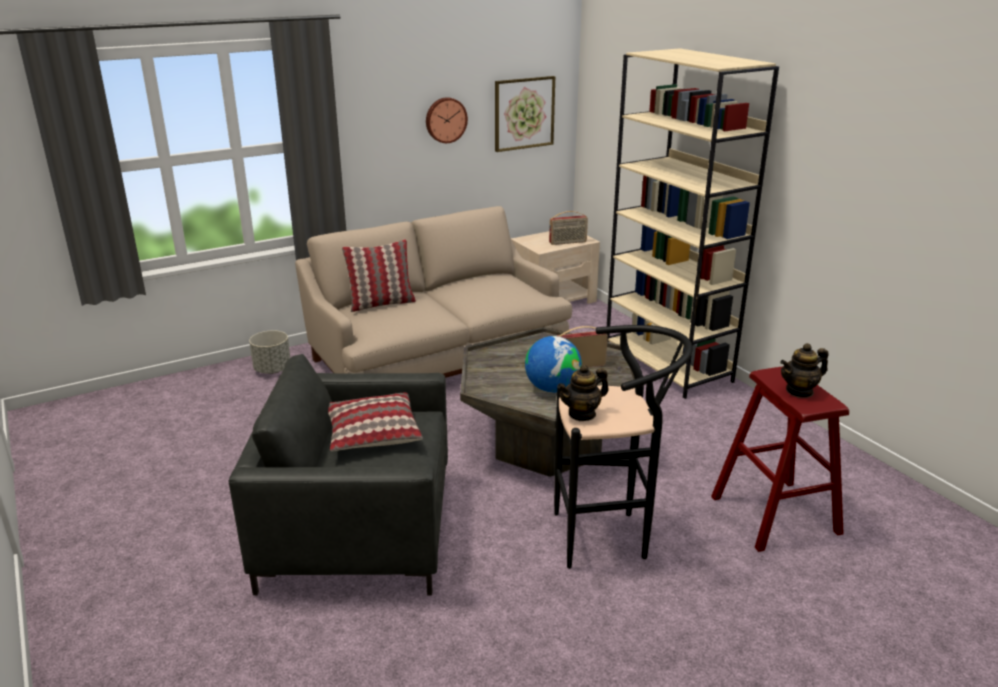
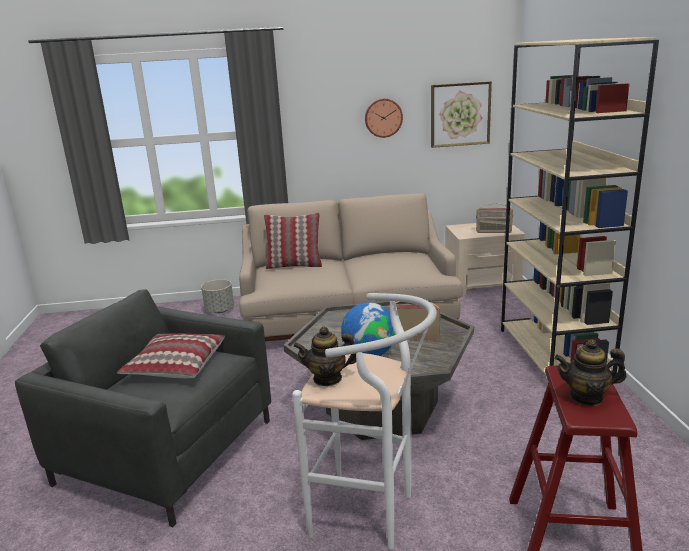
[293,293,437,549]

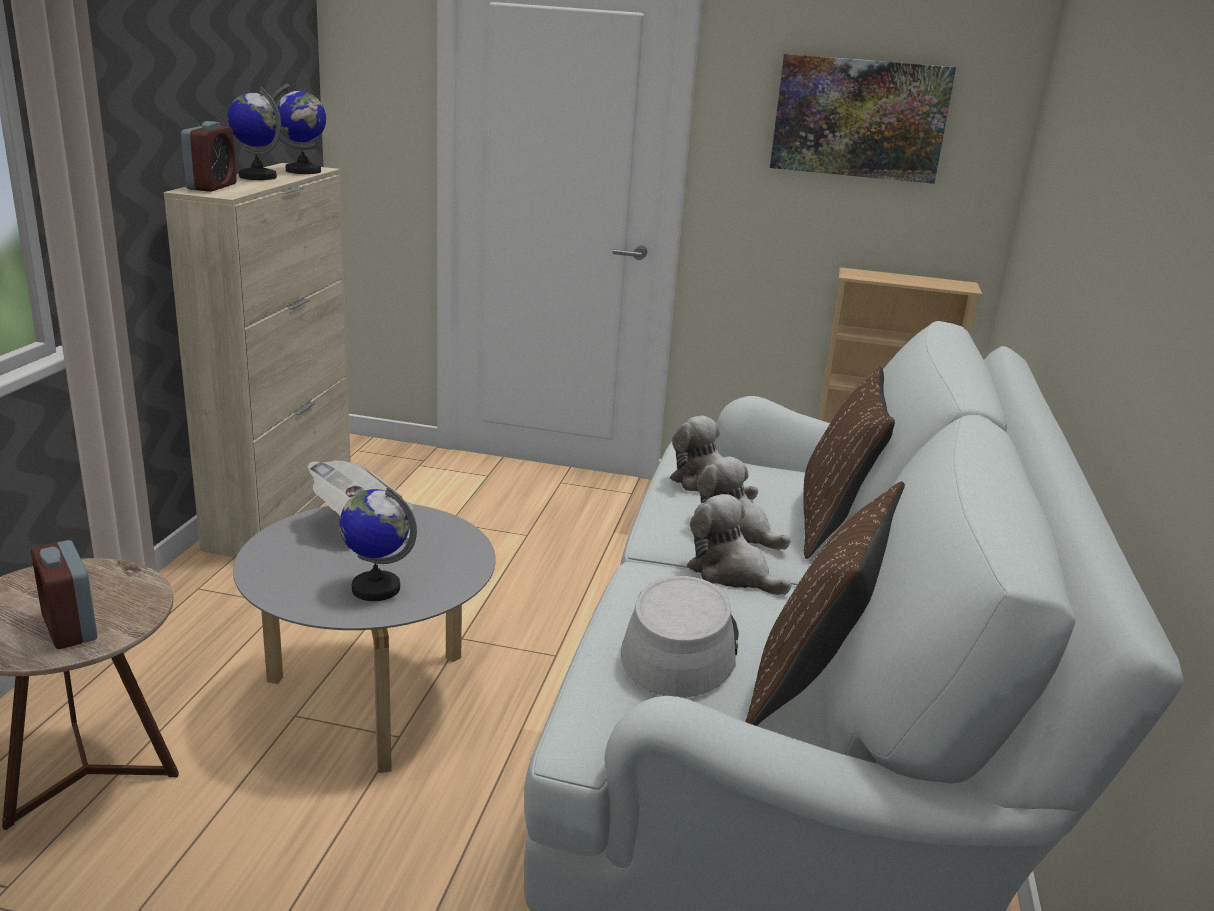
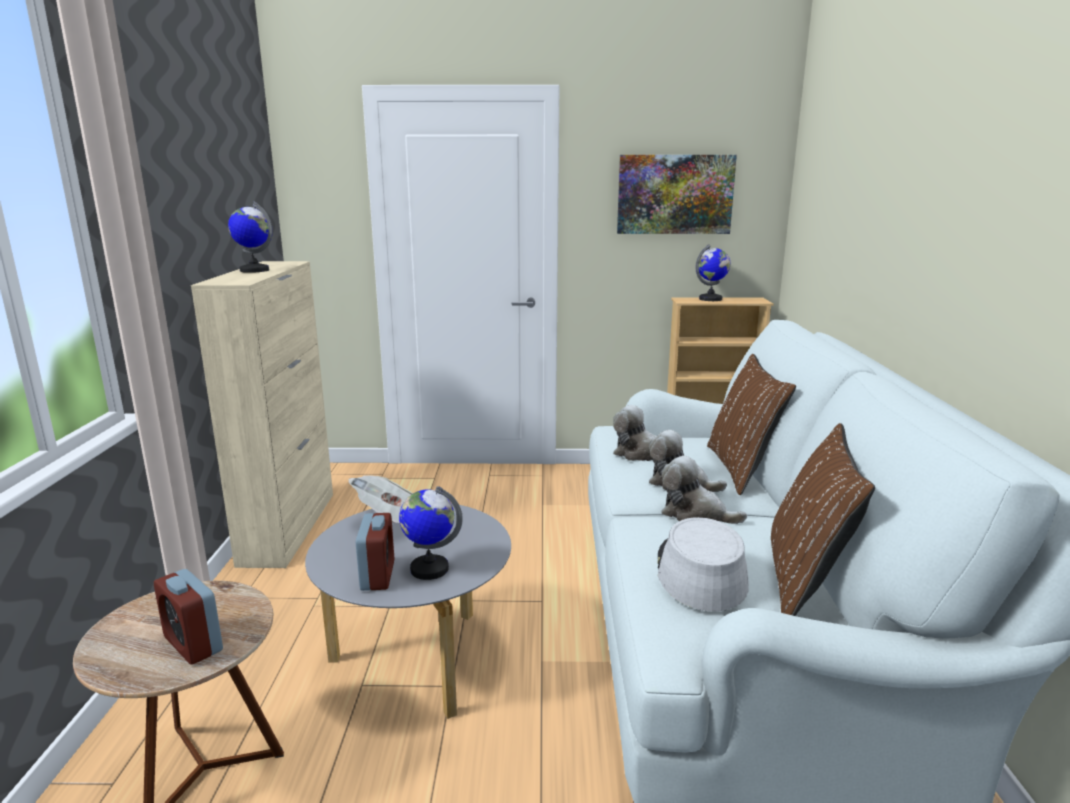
[356,513,394,591]
[696,244,730,301]

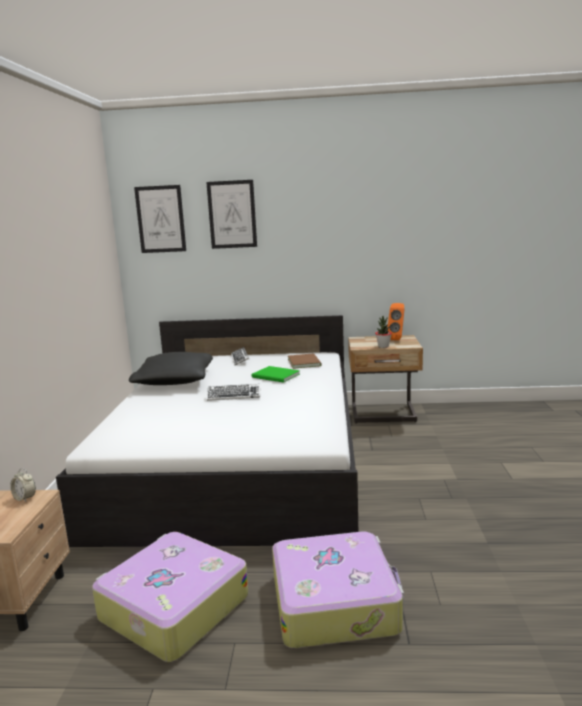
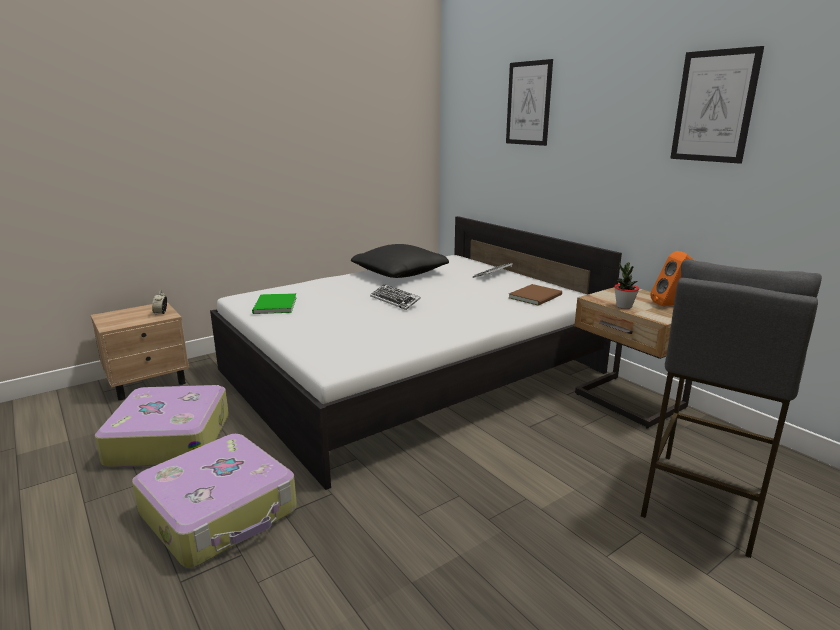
[641,259,822,558]
[670,46,764,164]
[252,293,297,314]

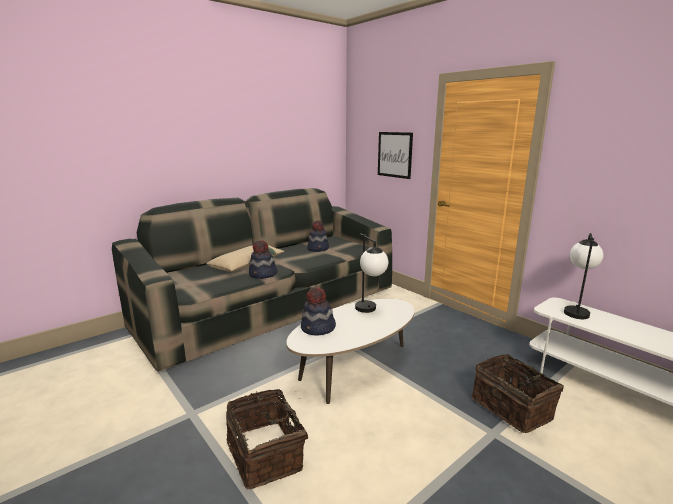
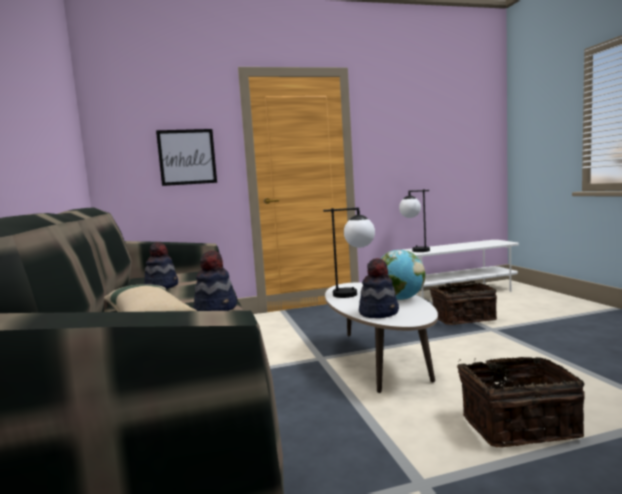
[380,250,425,300]

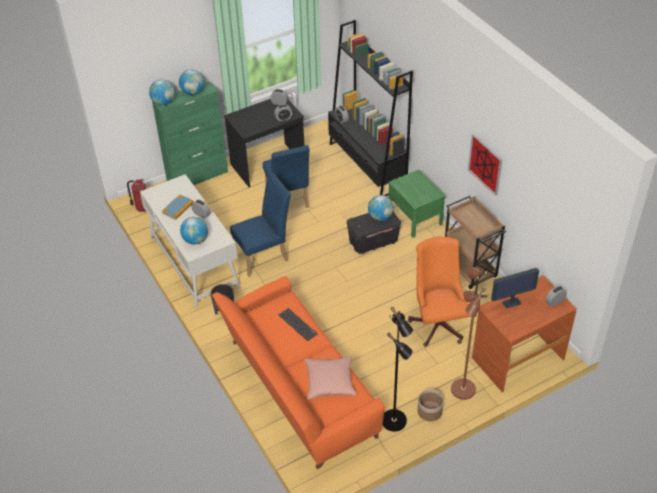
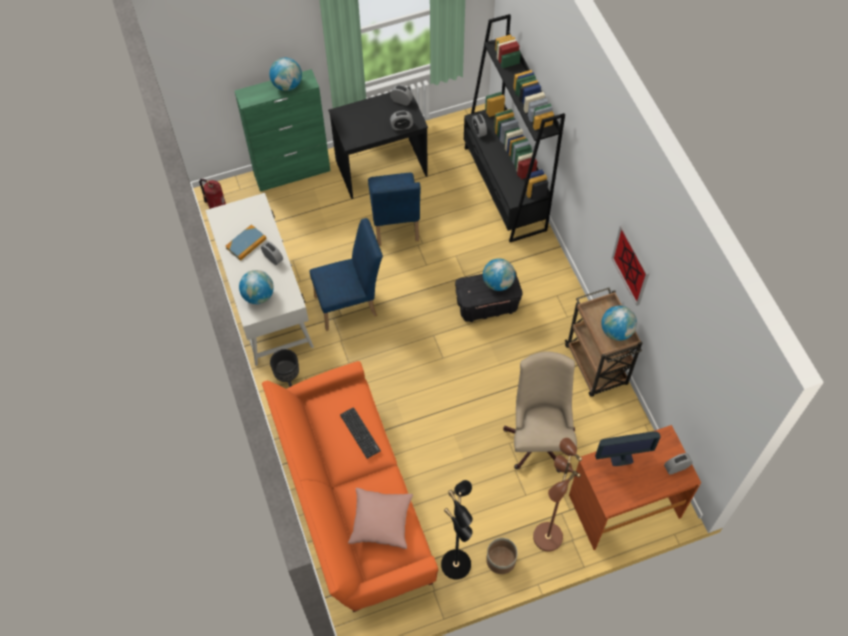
[389,170,445,238] (first image)
[601,306,637,341]
[503,351,577,472]

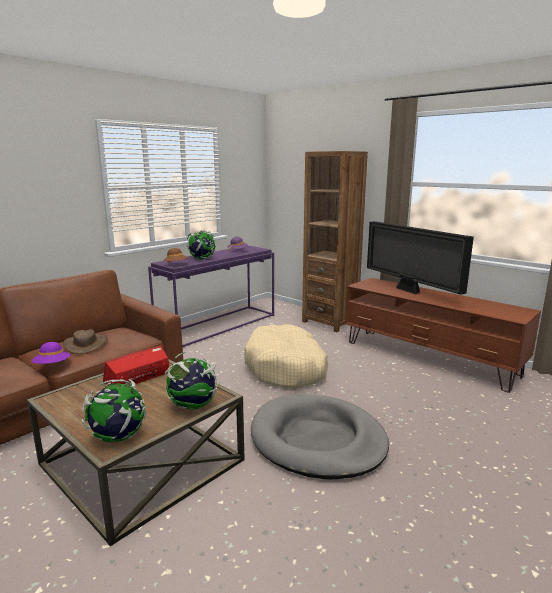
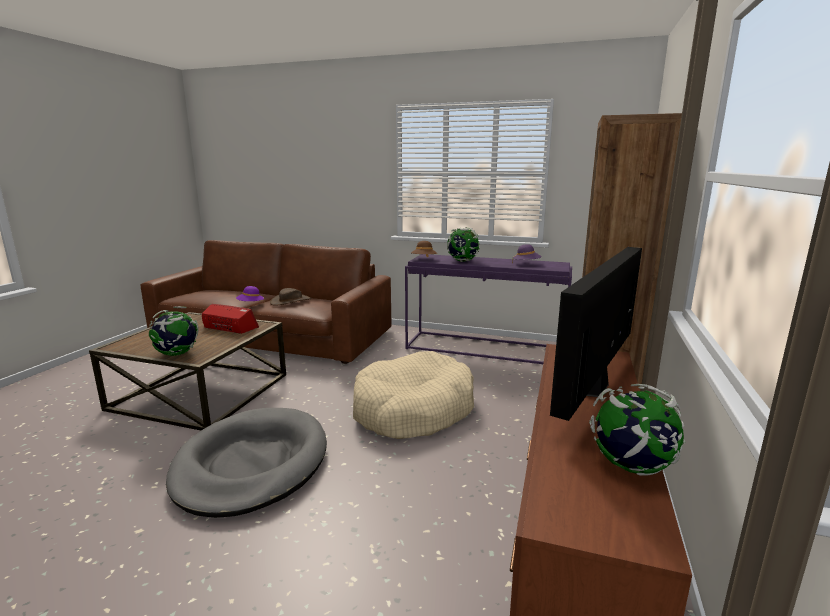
[589,384,685,475]

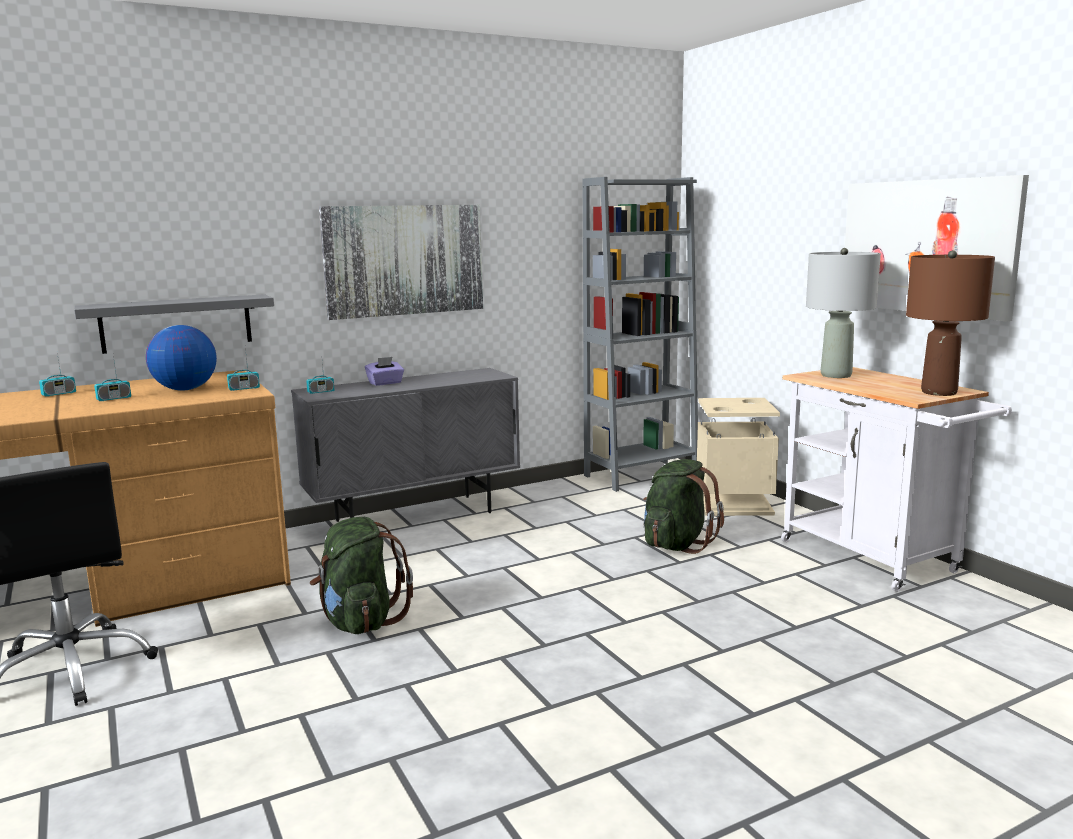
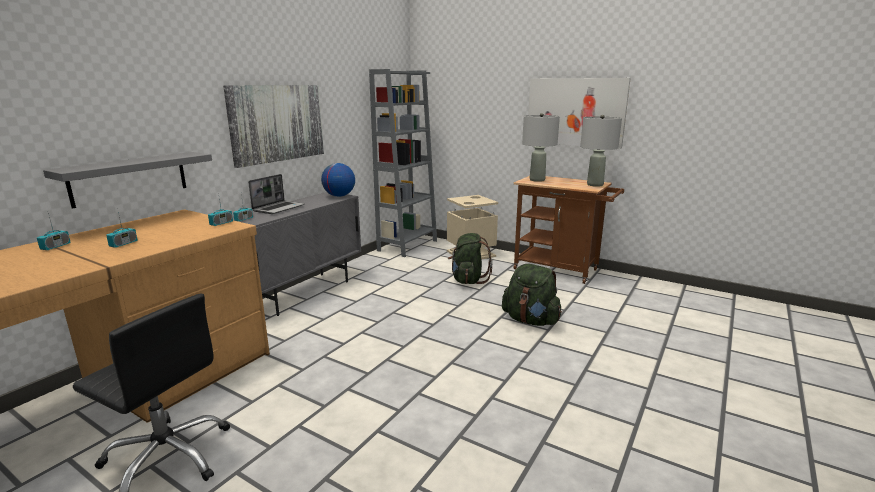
[321,163,355,197]
[502,264,562,326]
[248,174,305,214]
[513,176,624,284]
[580,115,622,187]

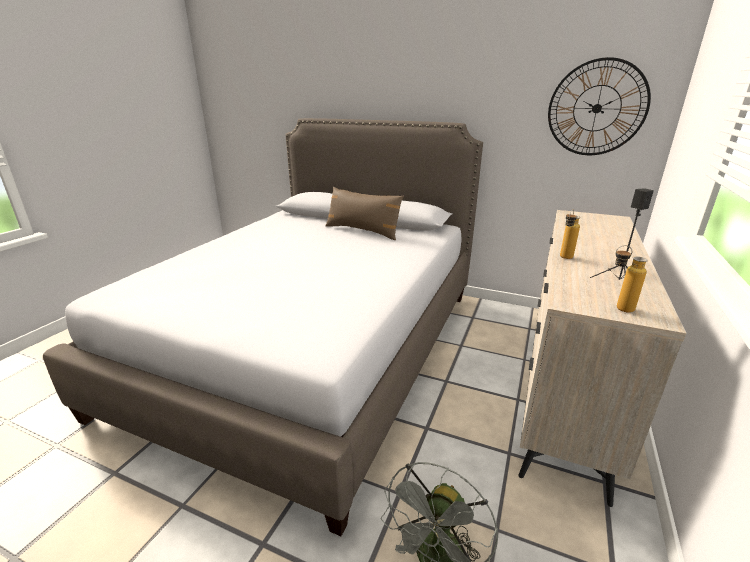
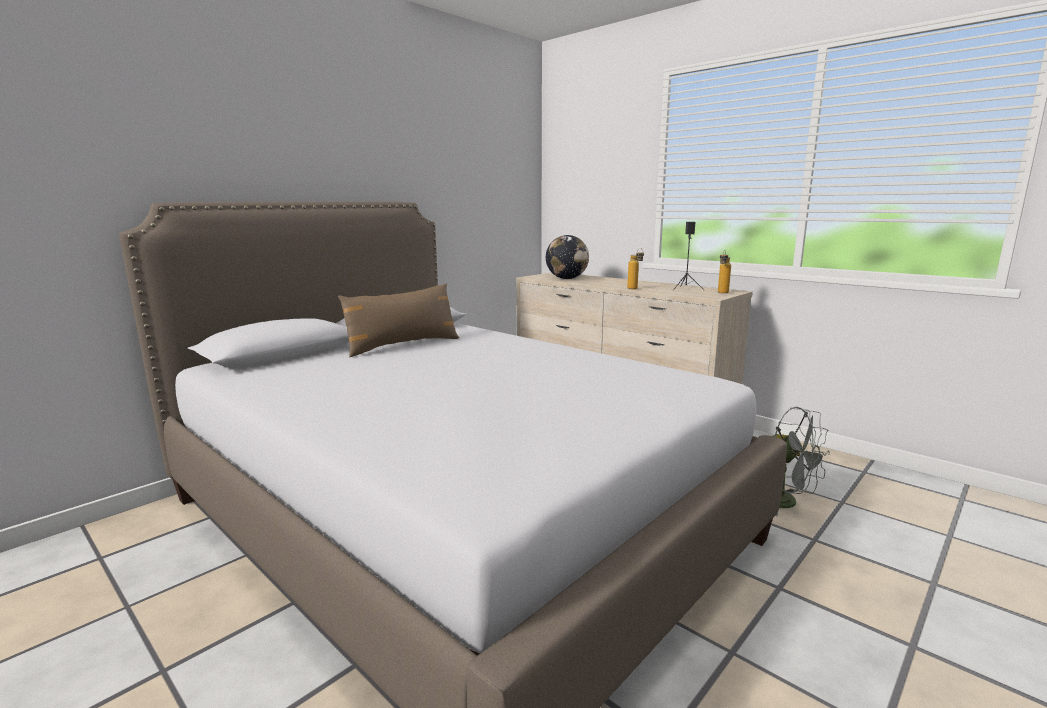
[548,57,651,155] (first image)
[546,235,589,279]

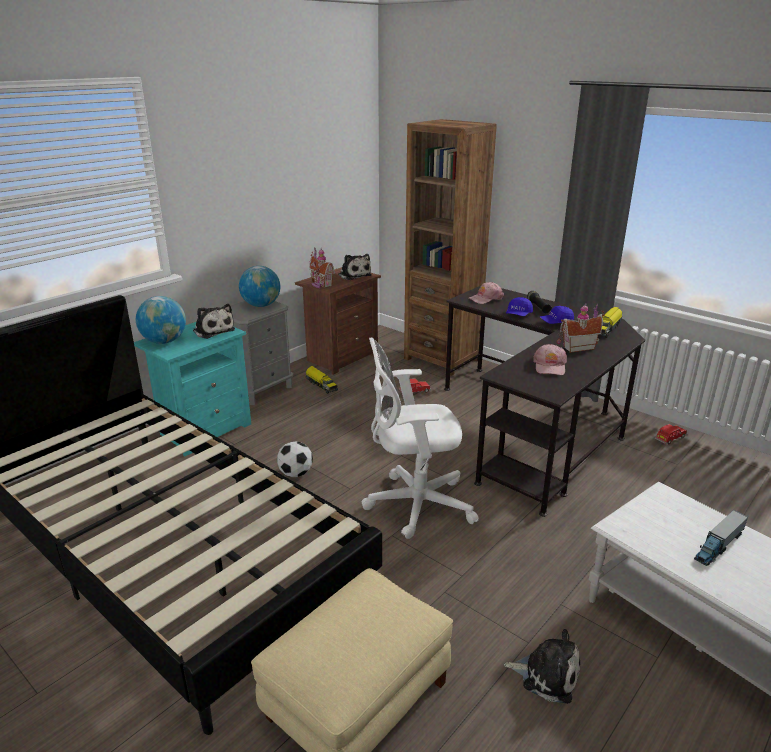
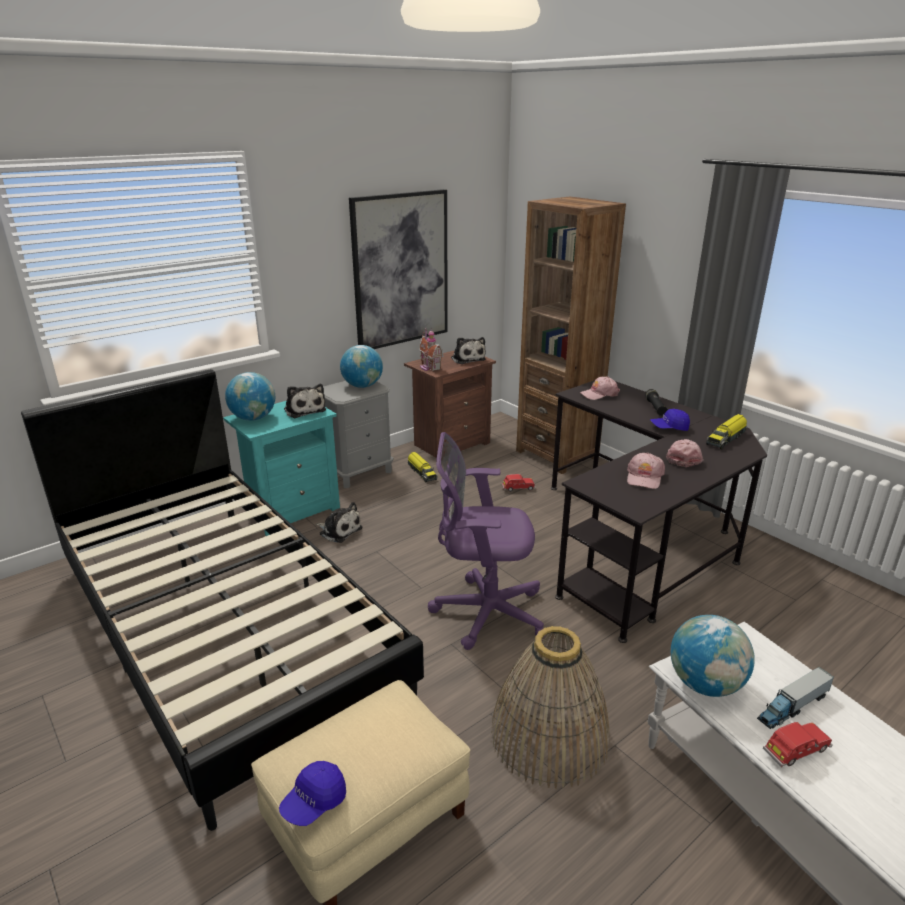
[277,441,313,477] (first image)
[349,189,448,349]
[491,626,609,789]
[670,615,755,697]
[316,502,362,543]
[279,761,346,826]
[763,722,833,767]
[666,439,703,467]
[428,432,547,650]

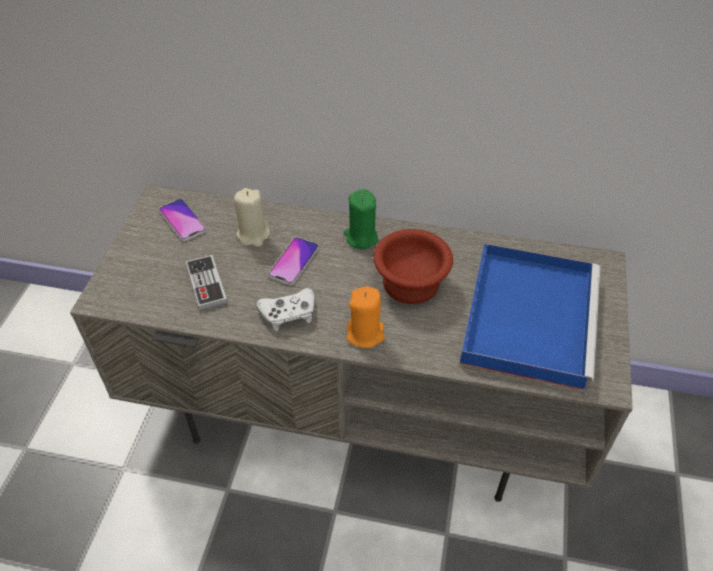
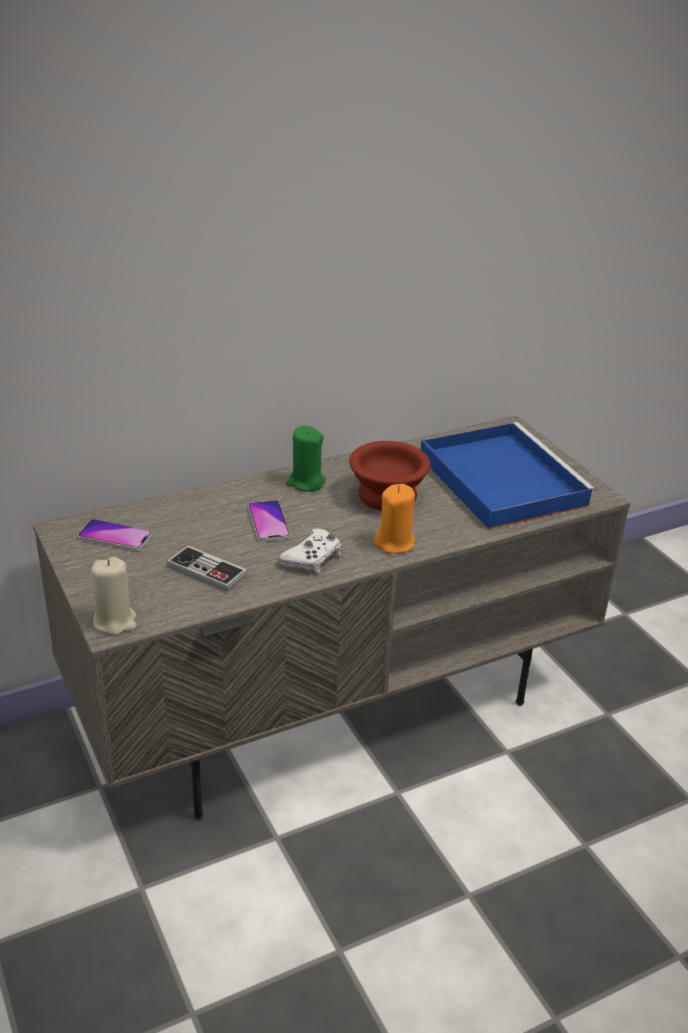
[91,557,137,636]

